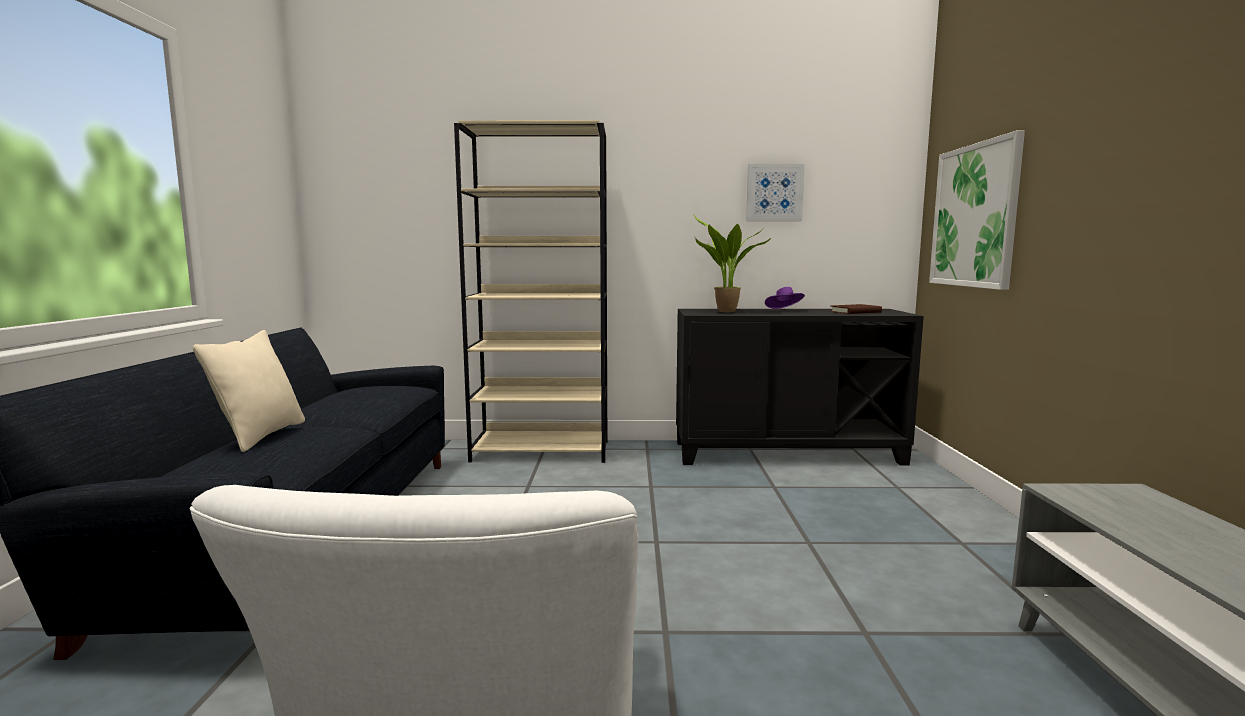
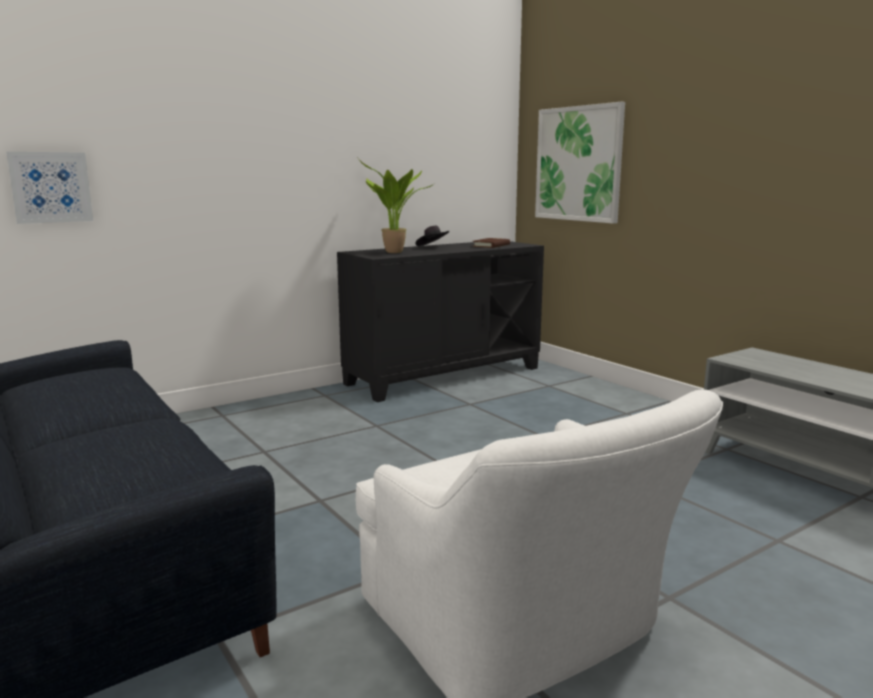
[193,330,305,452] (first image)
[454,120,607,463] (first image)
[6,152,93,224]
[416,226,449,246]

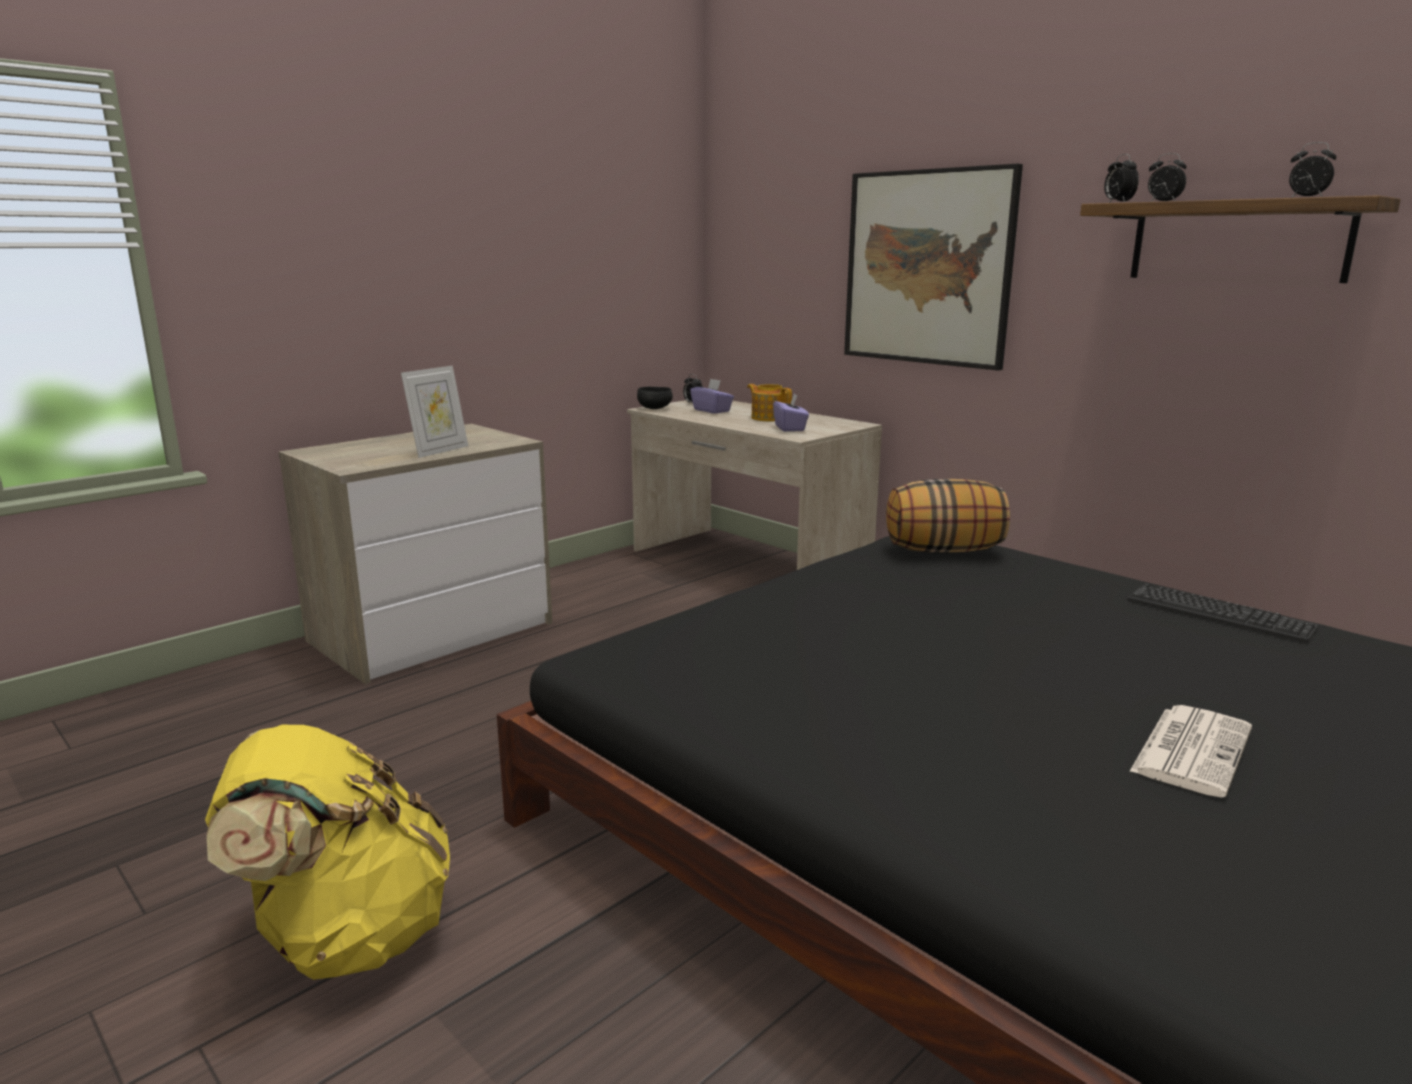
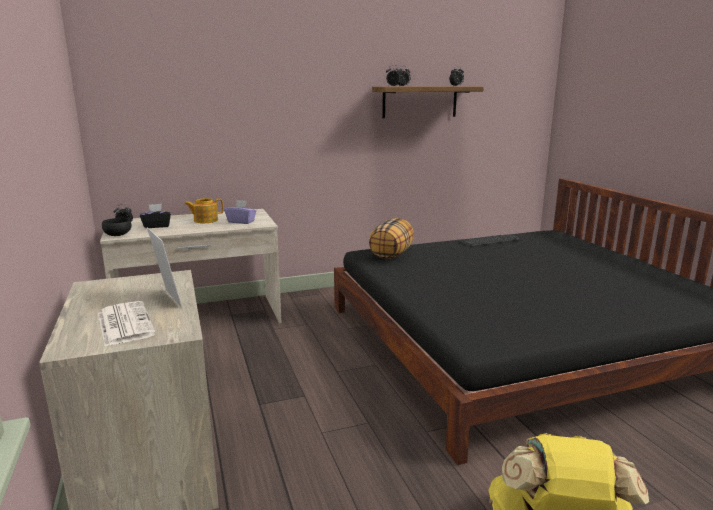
[844,164,1023,370] (first image)
[98,301,156,346]
[140,204,171,228]

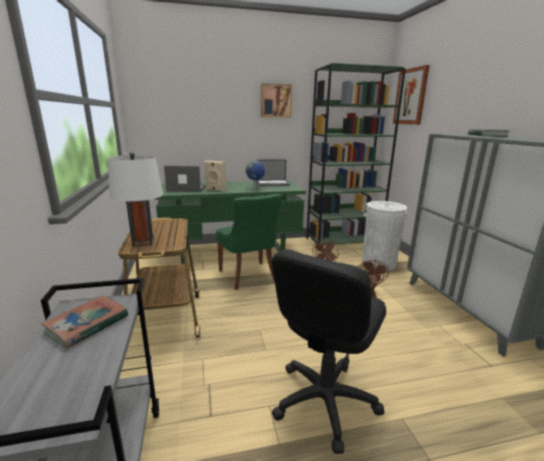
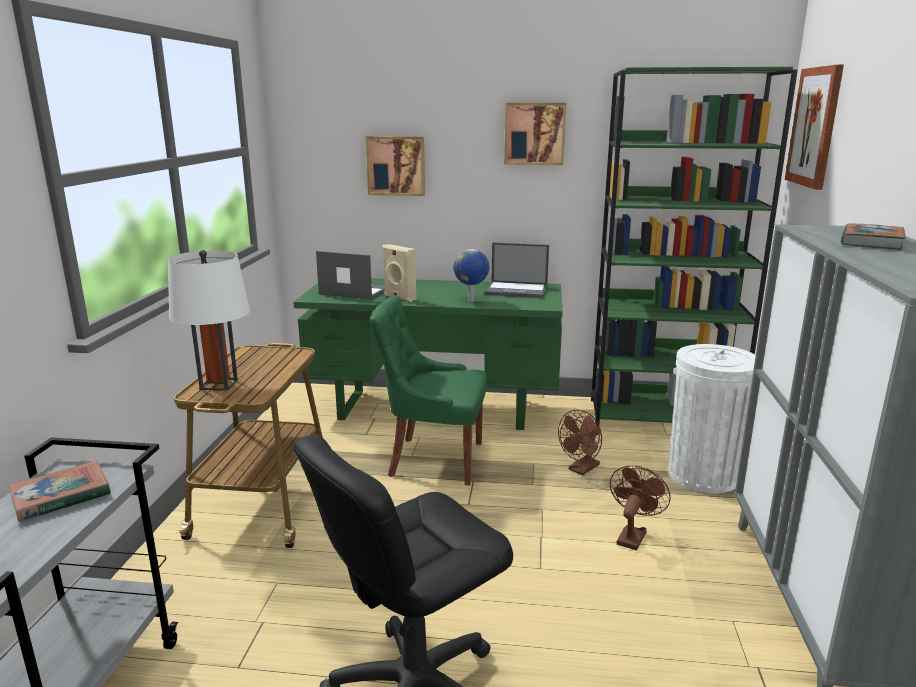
[366,136,425,196]
[370,295,487,486]

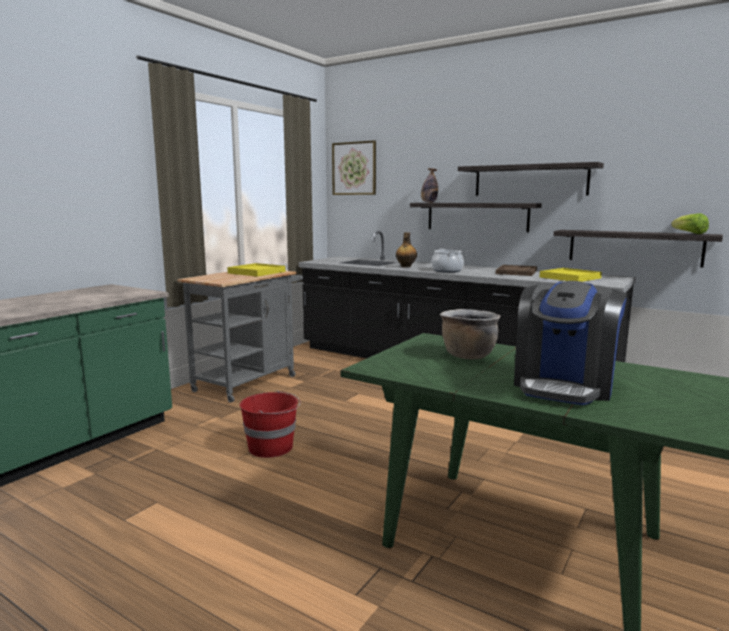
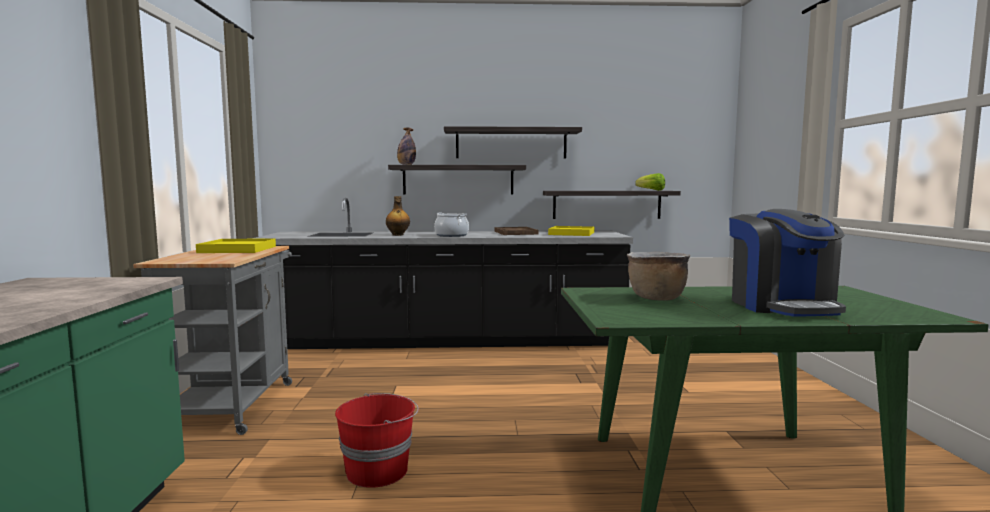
[332,140,376,195] (first image)

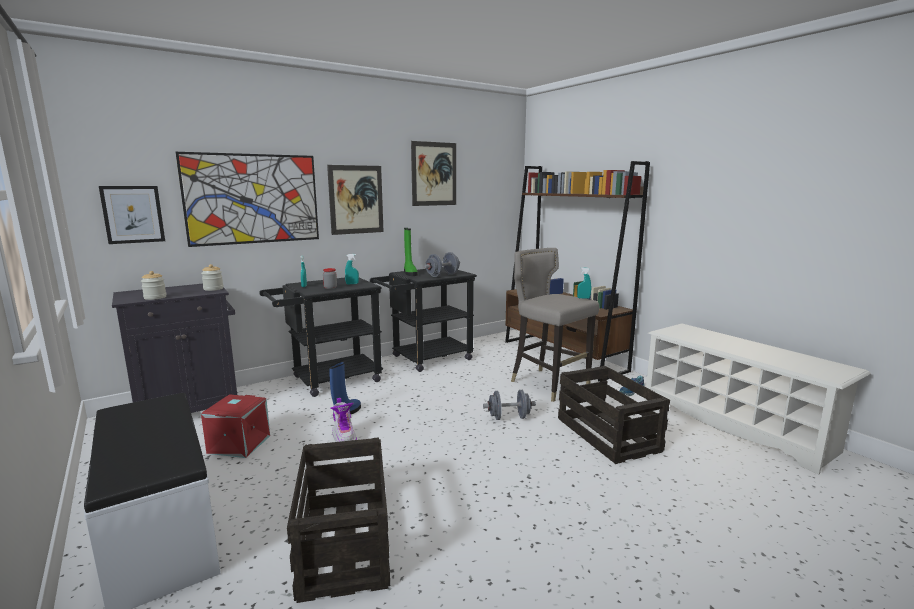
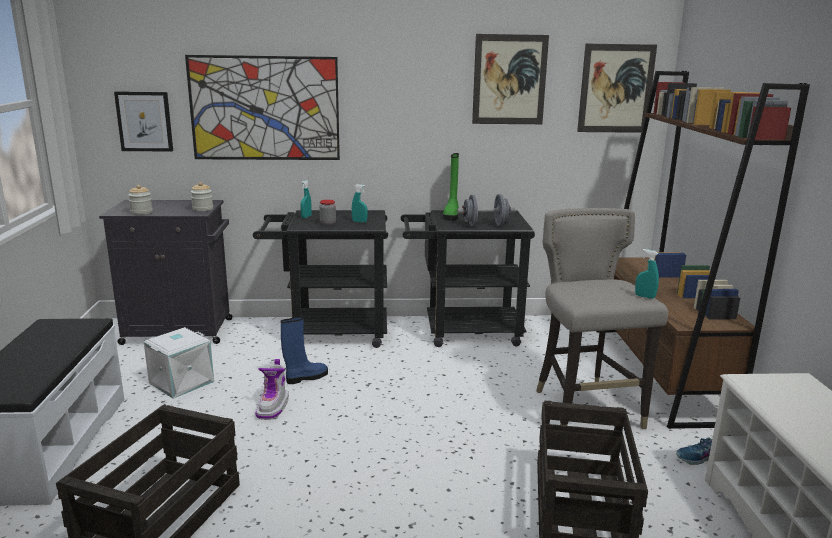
[483,390,536,420] (first image)
[577,44,657,133]
[144,327,214,399]

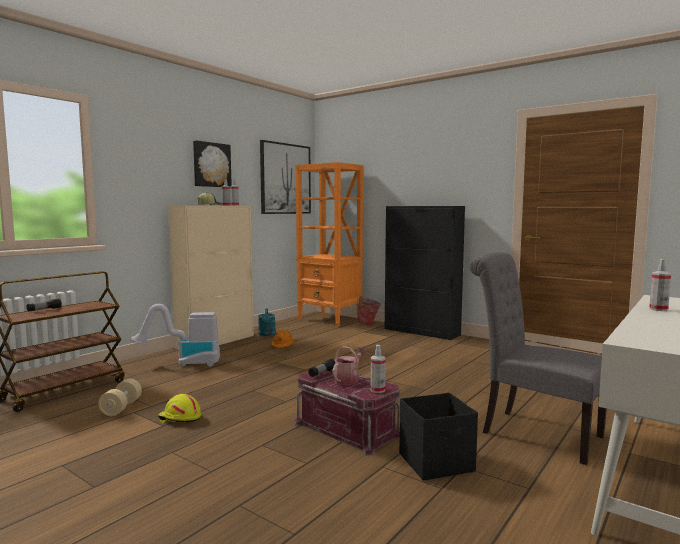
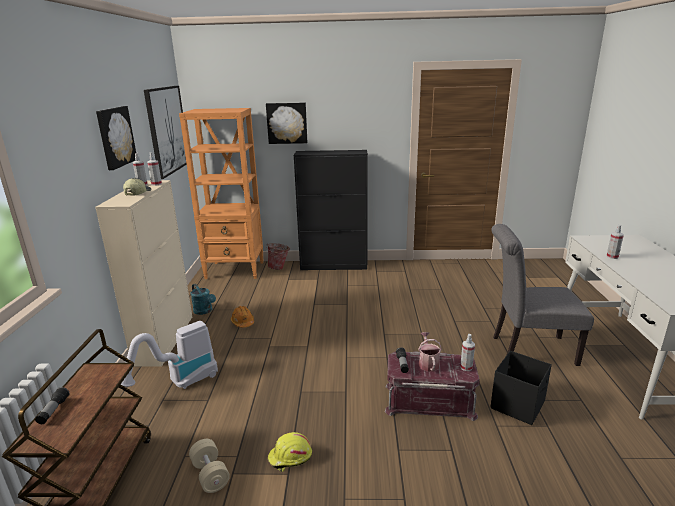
[266,103,307,144]

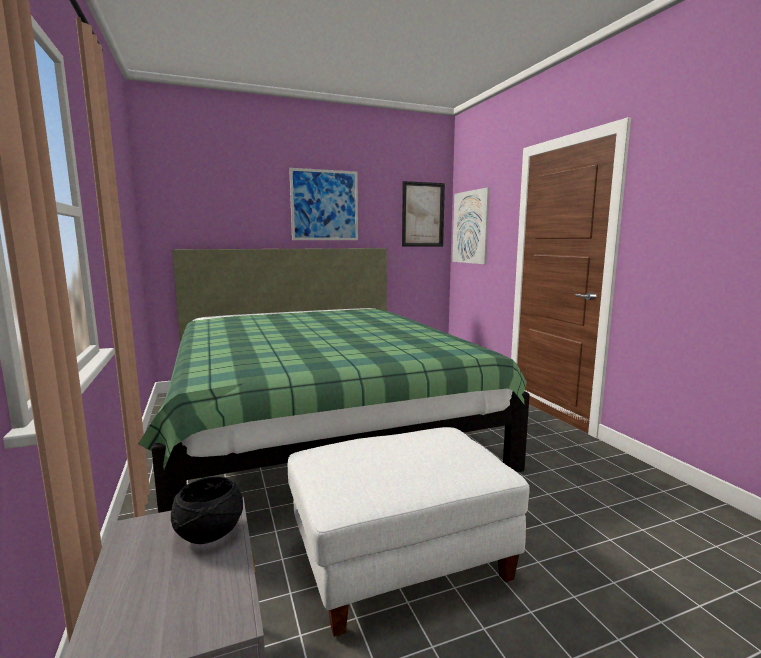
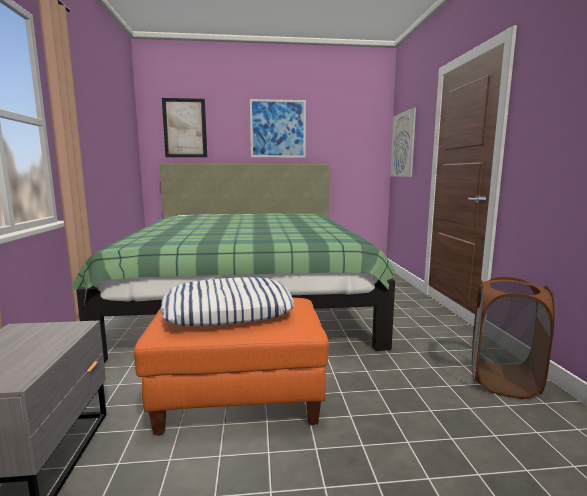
[171,476,243,544] (first image)
[160,277,294,326]
[472,277,555,399]
[162,98,207,157]
[134,298,329,436]

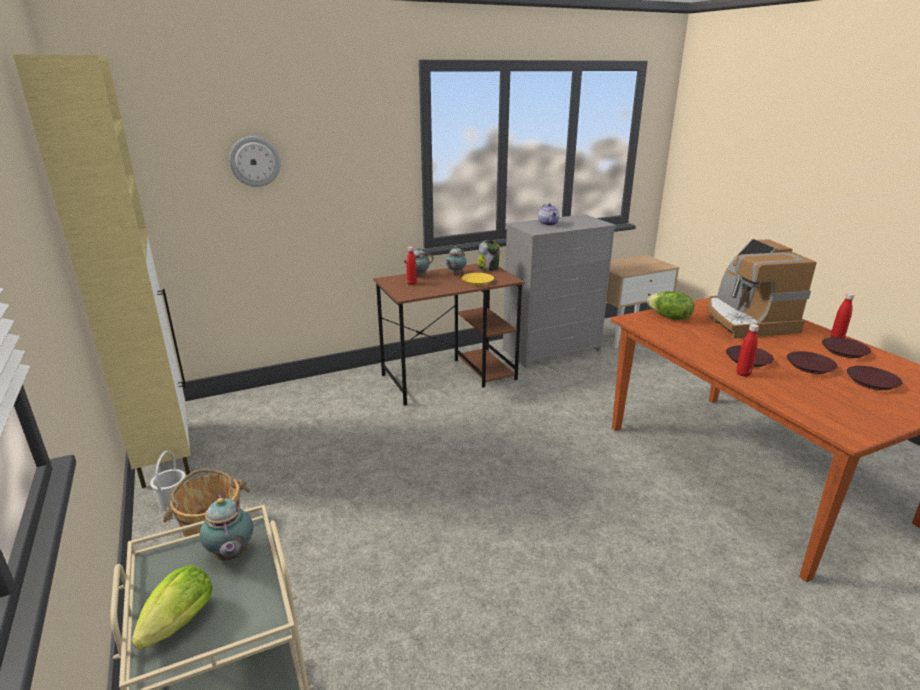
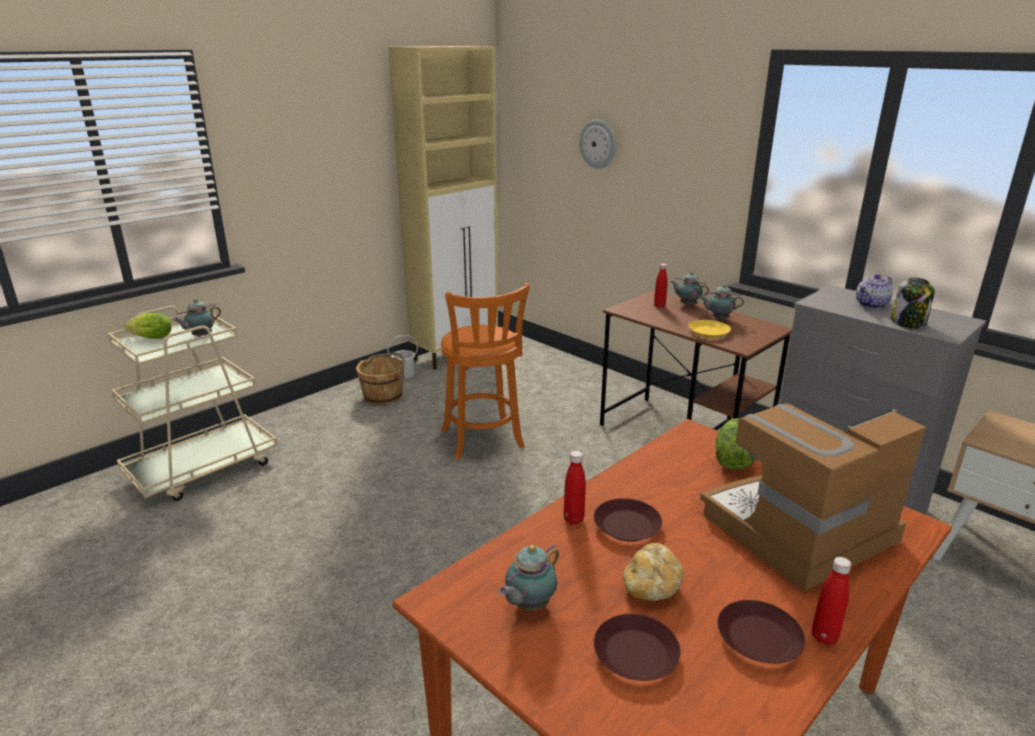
[441,283,530,460]
[498,544,559,611]
[891,277,935,329]
[623,543,684,601]

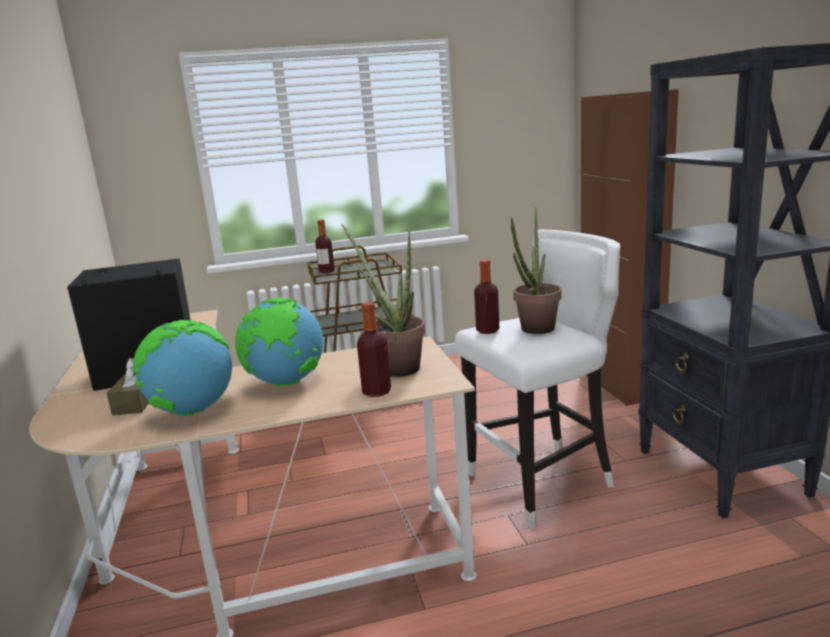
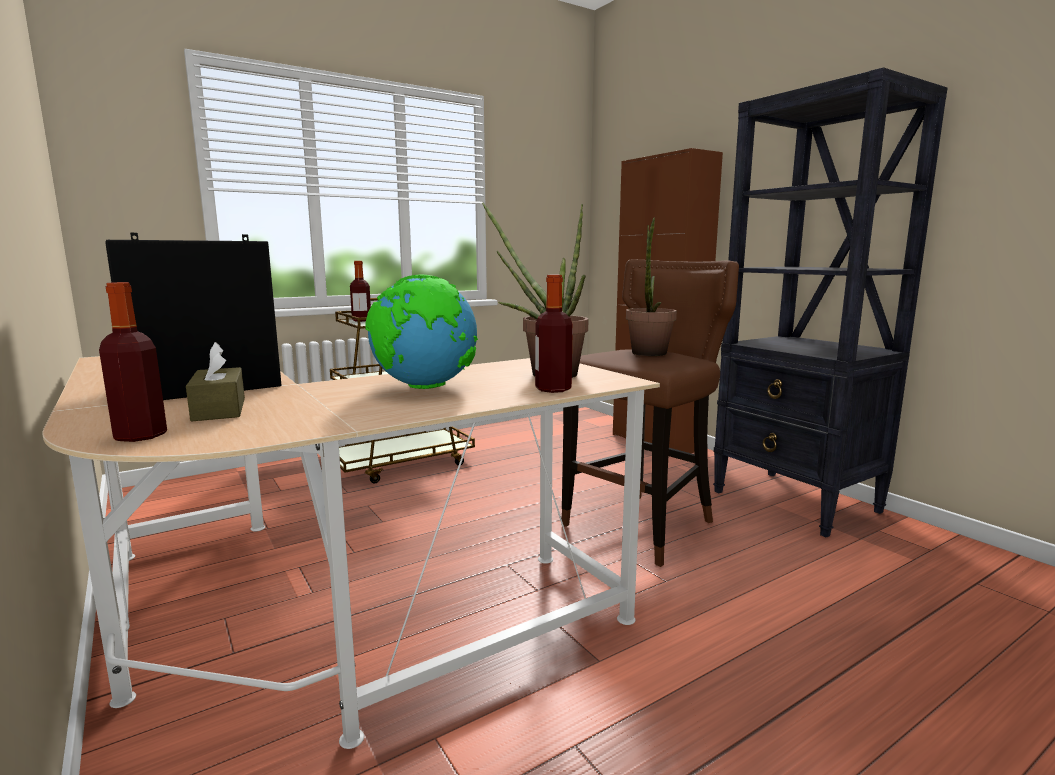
[133,320,232,416] (first image)
[99,282,167,442]
[561,259,739,567]

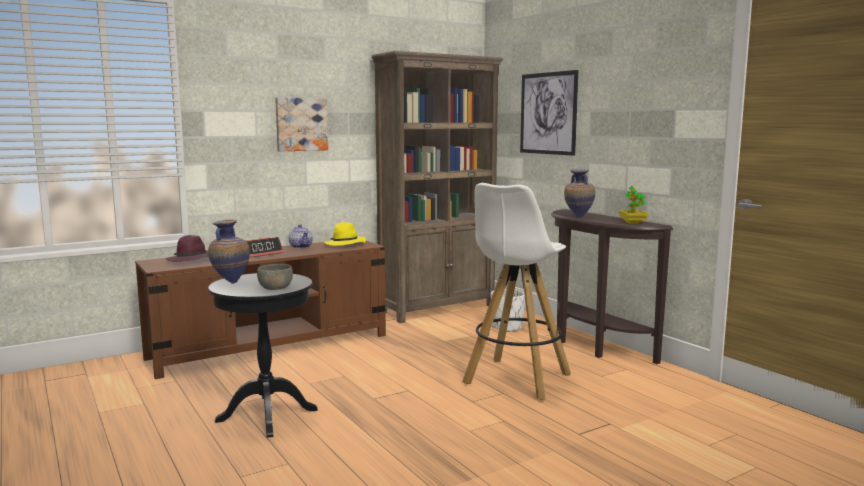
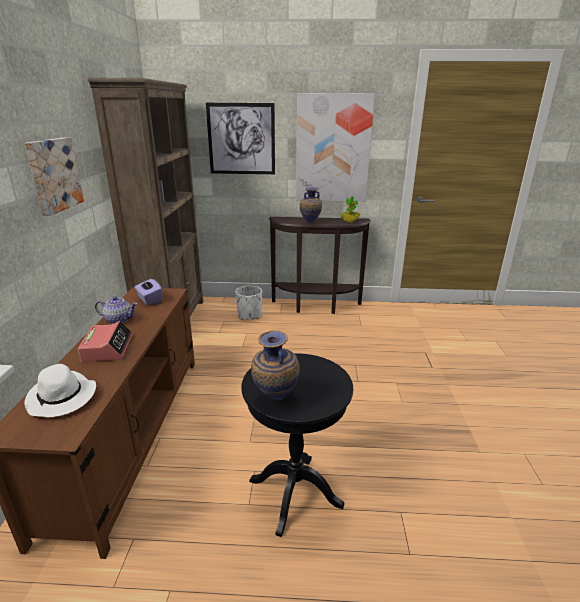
[257,264,293,290] (first image)
[462,183,571,400] (first image)
[296,93,375,202]
[135,279,162,305]
[24,364,96,417]

